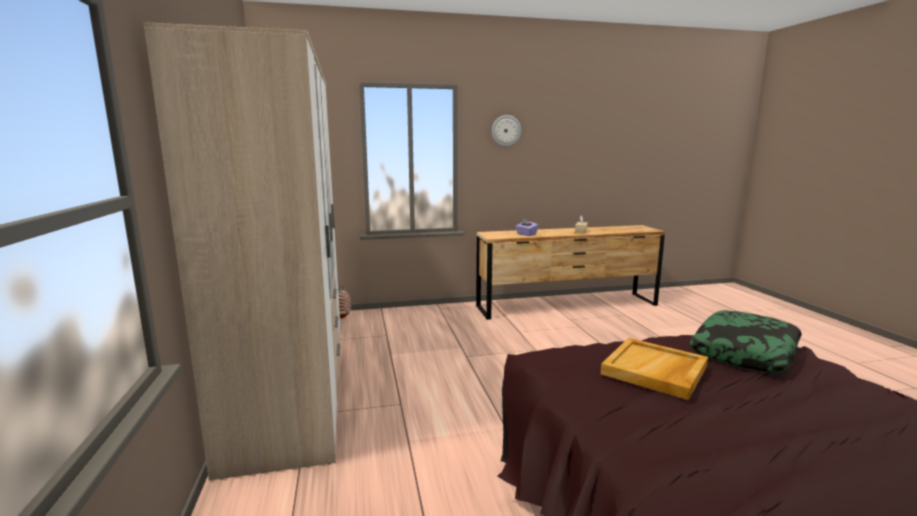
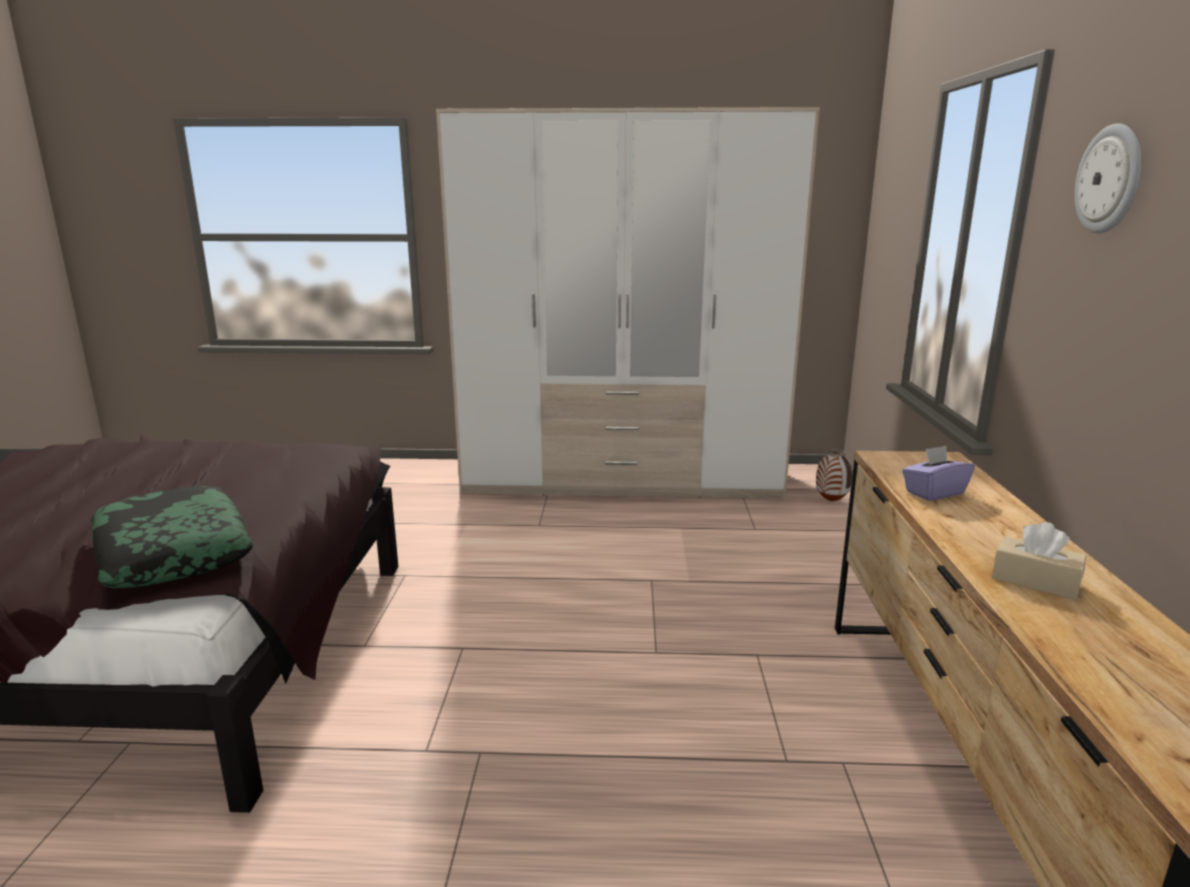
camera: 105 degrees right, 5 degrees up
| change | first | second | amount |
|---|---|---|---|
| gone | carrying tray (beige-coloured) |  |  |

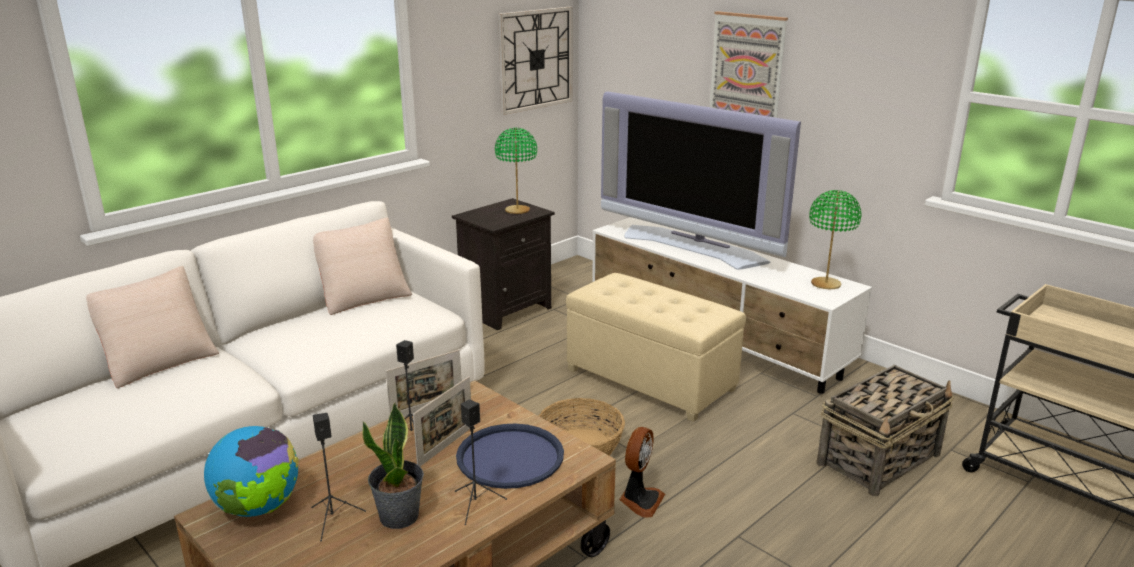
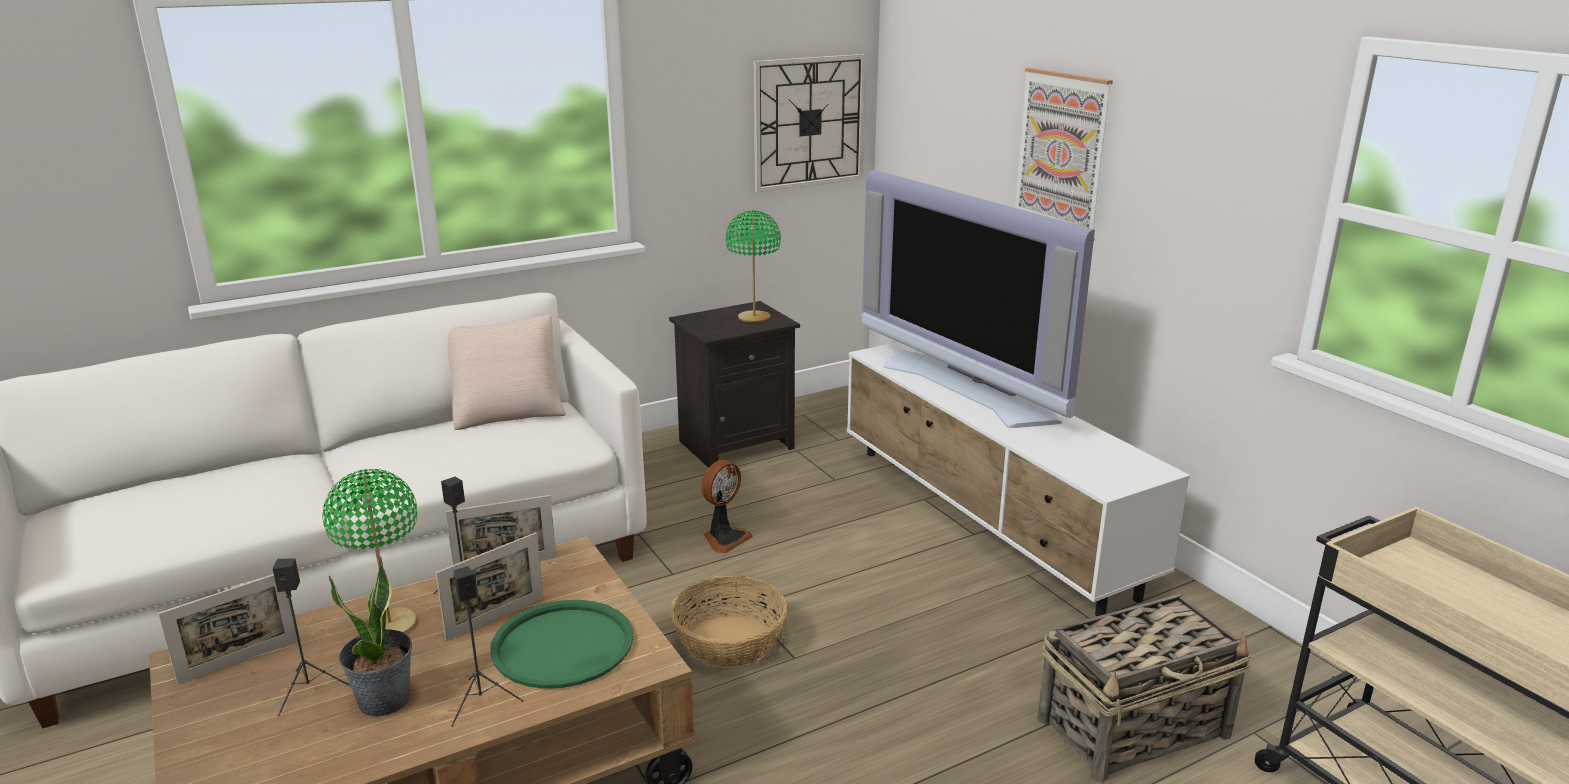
camera: 15 degrees right, 0 degrees up
| change | first | second | amount |
|---|---|---|---|
| gone | throw pillow (beige-coloured) (no. 1 from left) |  |  |
| gone | footrest (beige-coloured) |  |  |
| shifted | cooling fan |  |  |
| shifted | table lamp (green) (no. 2 from left in the first image) | table lamp (green) (no. 1 from left) |  |
| swapped | world globe | standing frame (no. 1 from left) |  |
| repainted | carrying tray (bluish) | carrying tray (green) |  |

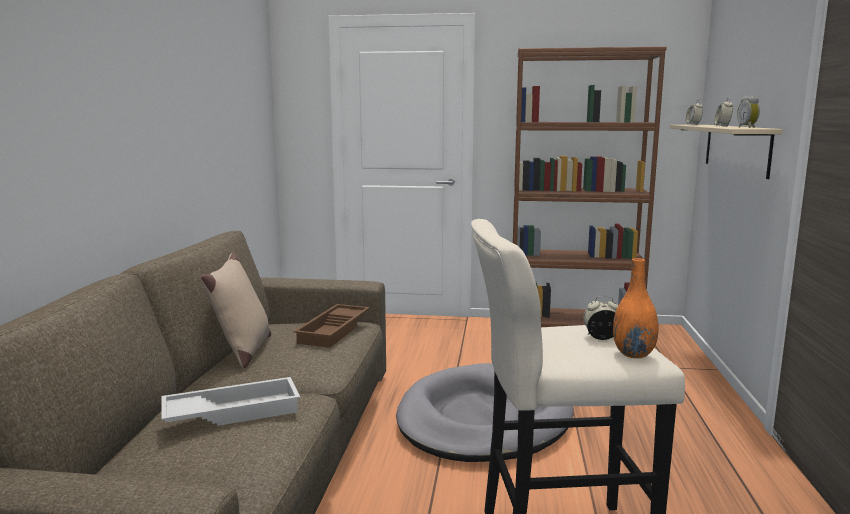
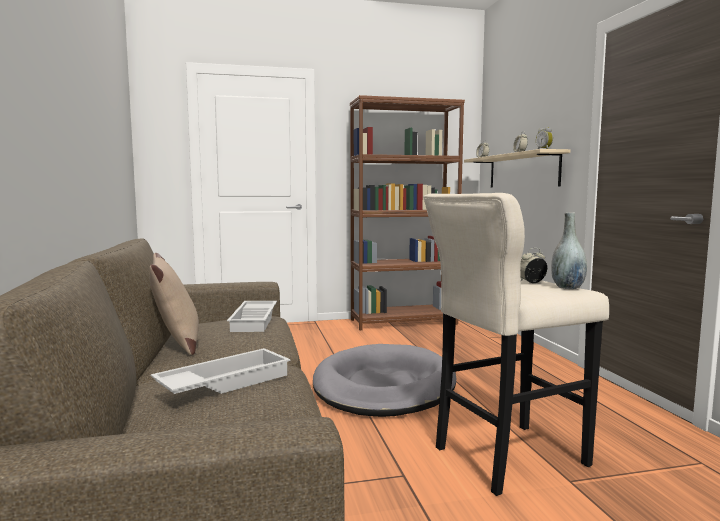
camera: 20 degrees left, 5 degrees down
| change | first | second | amount |
|---|---|---|---|
| repainted | carrying tray (brownish) | carrying tray (white) (no. 2 from left) |  |
| repainted | flower vase (orangey) | flower vase (gray) |  |

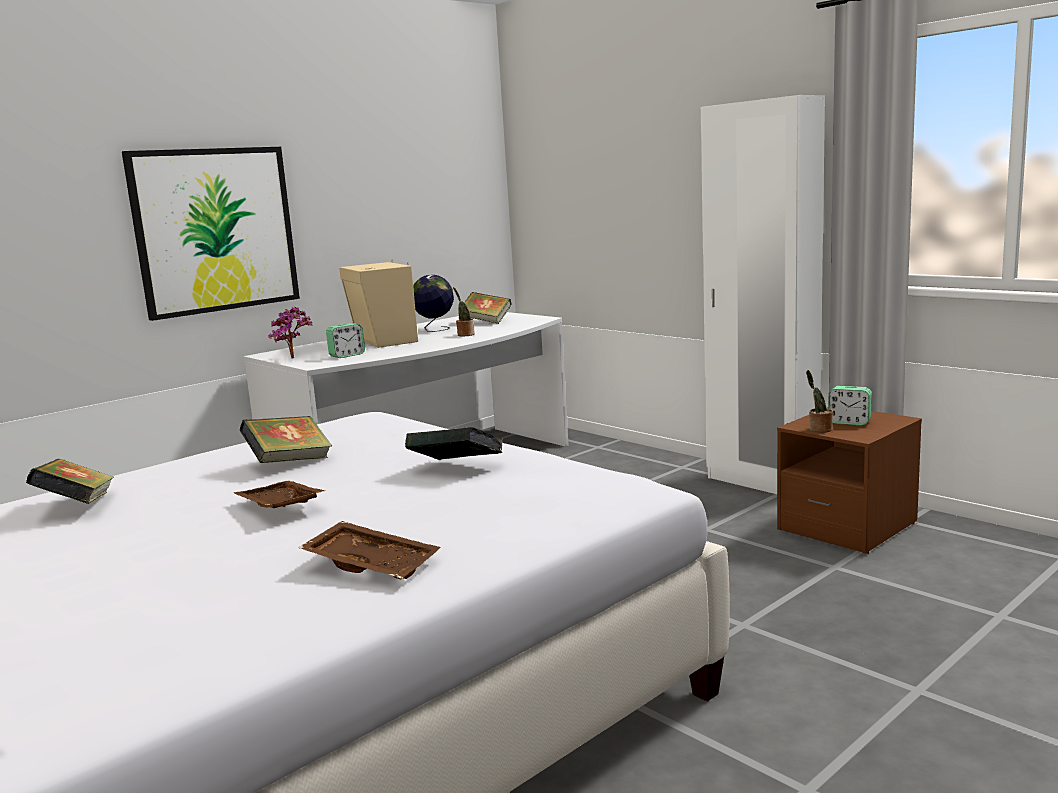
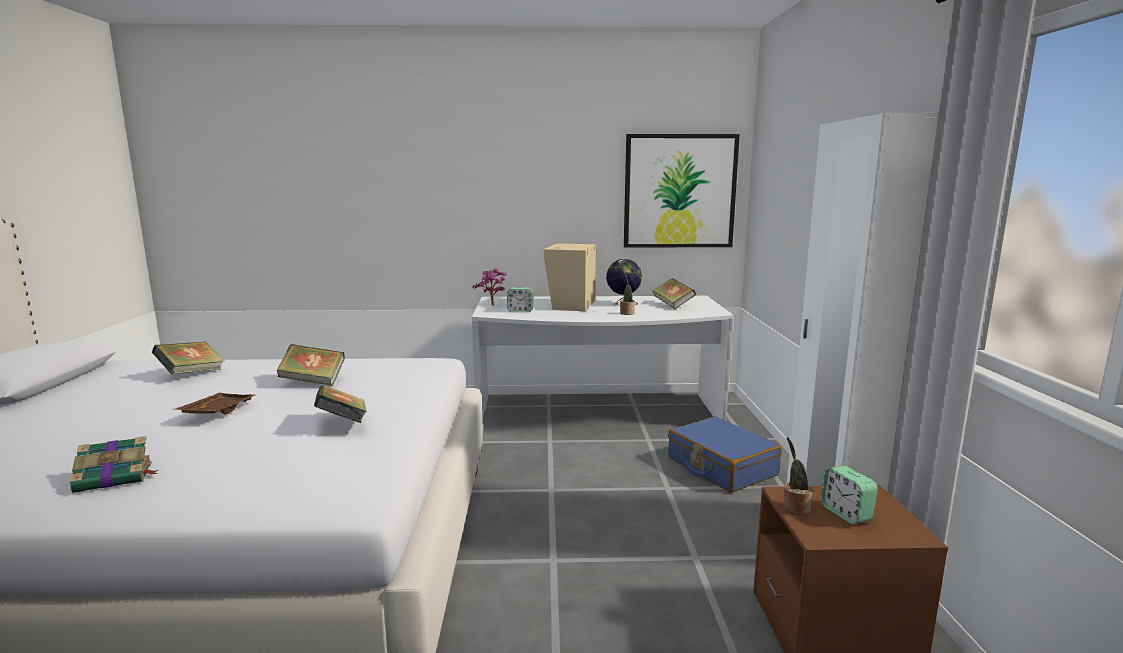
camera: 40 degrees right, 0 degrees up
| change | first | second | amount |
|---|---|---|---|
| new |  | piece of luggage (bluish) |  |
| shifted | wall art |  |  |
| swapped | carrying tray (brownish) (no. 2 from left) | bound book (no. 1 from left) |  |

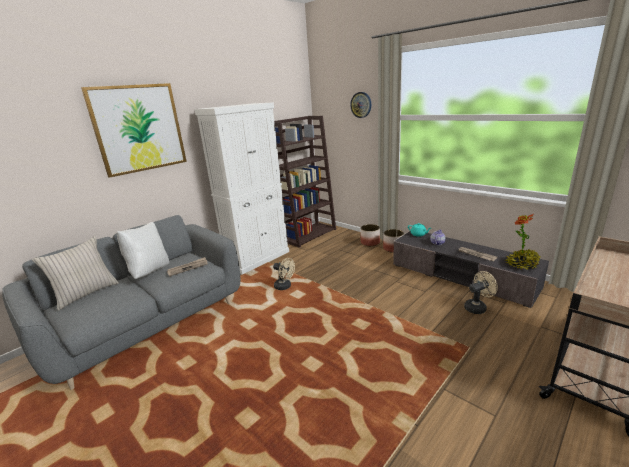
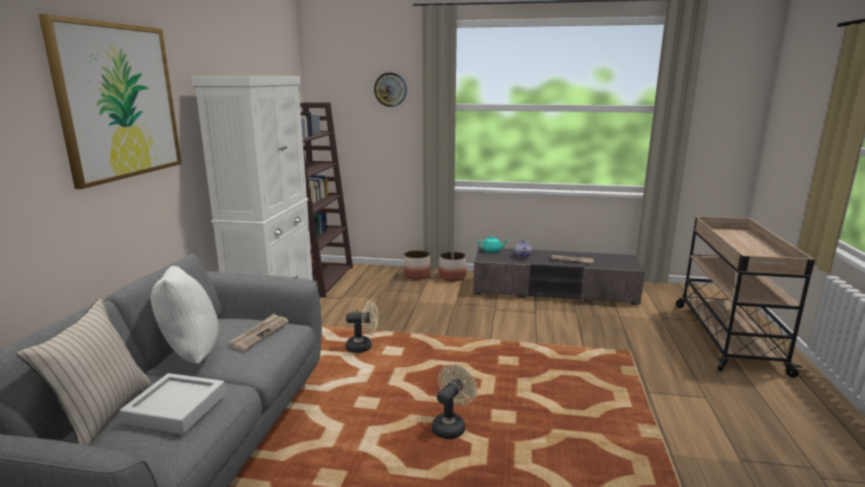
camera: 35 degrees left, 5 degrees down
| change | first | second | amount |
|---|---|---|---|
| gone | potted plant |  |  |
| new |  | carrying tray (gray) |  |
| shifted | cooling fan (beige-coloured) (no. 2 from left) |  |  |

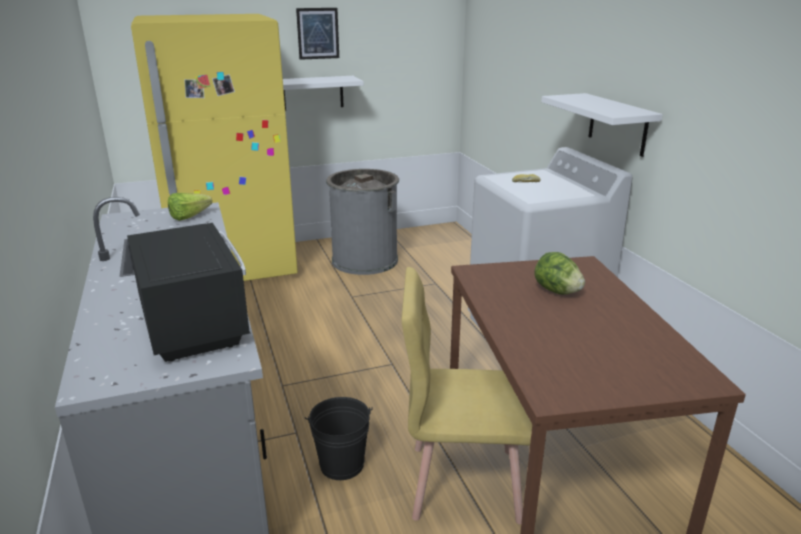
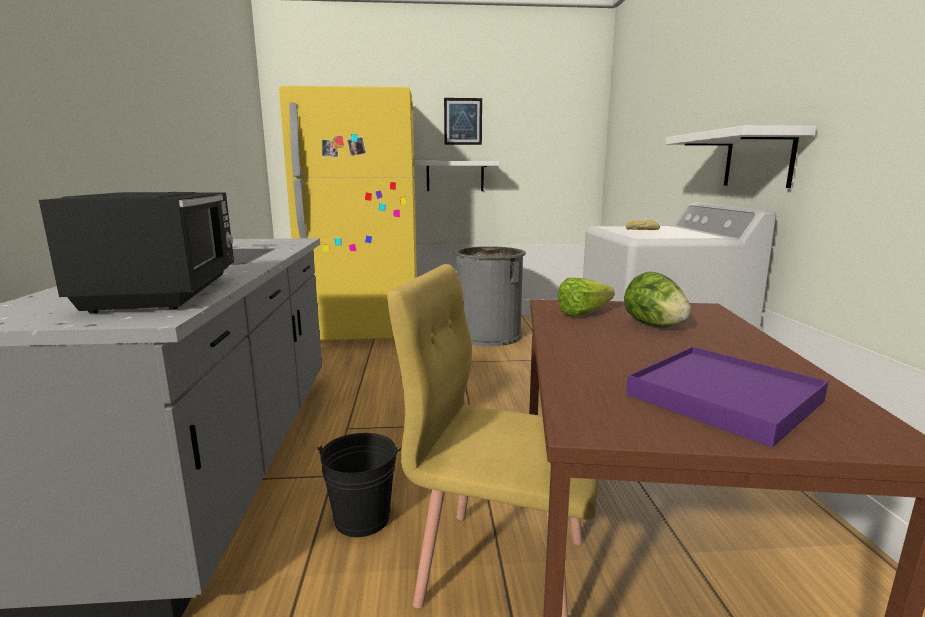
camera: 15 degrees right, 10 degrees down
| change | first | second | amount |
|---|---|---|---|
| new |  | carrying tray (purple) |  |
| shifted | lettuce (no. 1 from left) |  |  |

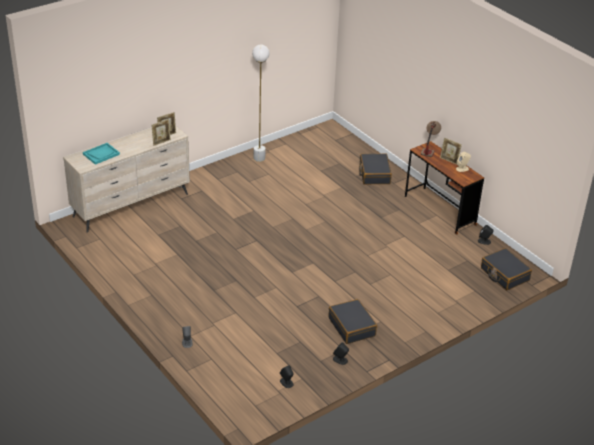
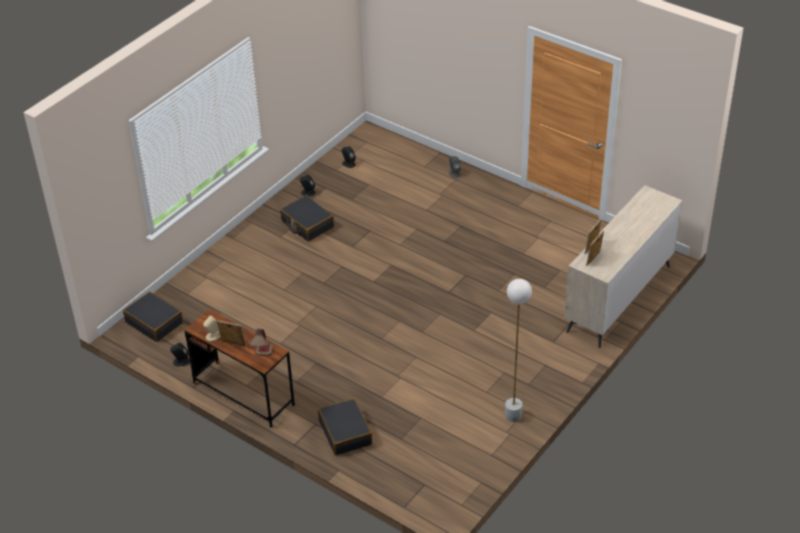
camera: 165 degrees right, 5 degrees up
| change | first | second | amount |
|---|---|---|---|
| gone | carrying tray (turquoise) |  |  |

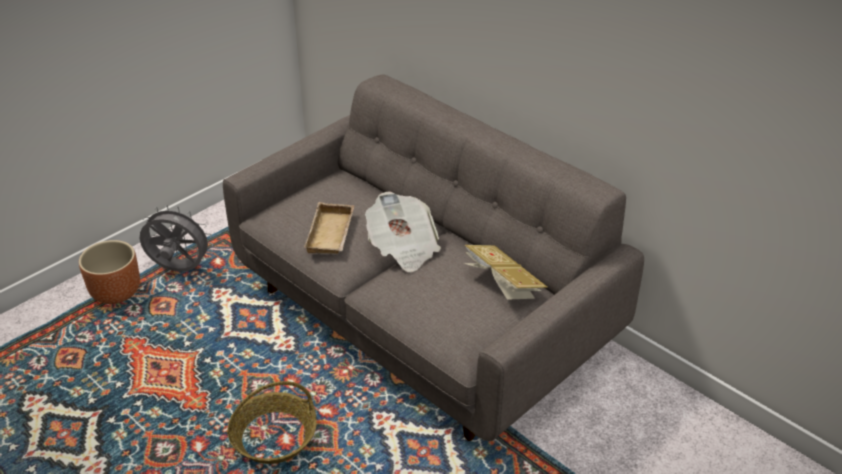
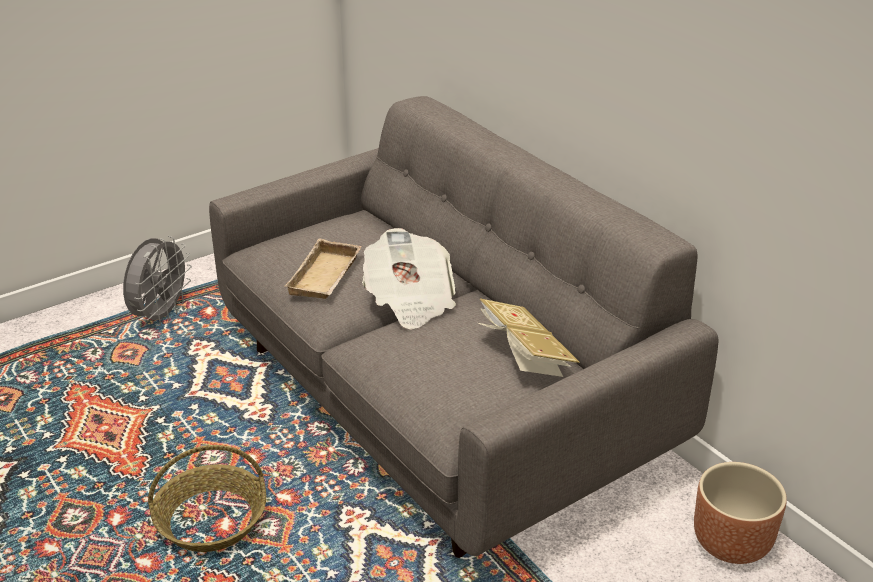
camera: 10 degrees right, 5 degrees down
| change | first | second | amount |
|---|---|---|---|
| shifted | plant pot (brownish) |  |  |
| rotated | cooling fan (gray) |  | 90 degrees clockwise |

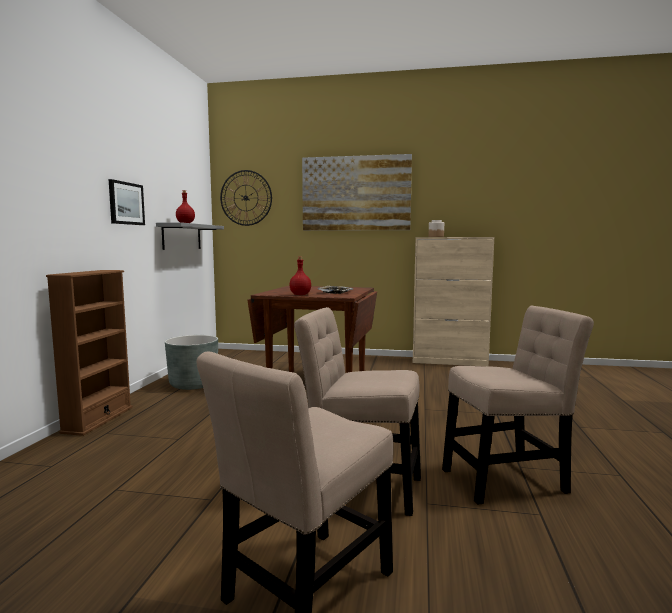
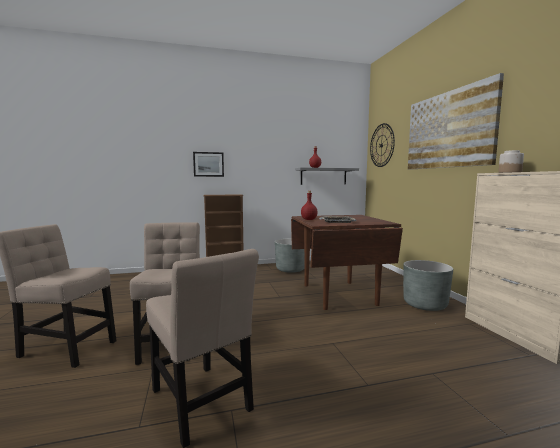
camera: 65 degrees right, 0 degrees up
| change | first | second | amount |
|---|---|---|---|
| new |  | plant pot (gray) (no. 2 from left) |  |
| shifted | wall art (no. 1 from left) |  |  |

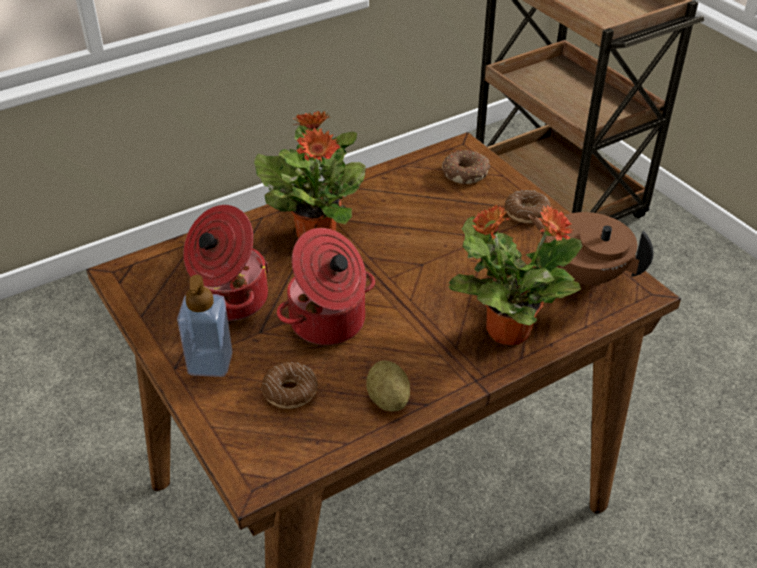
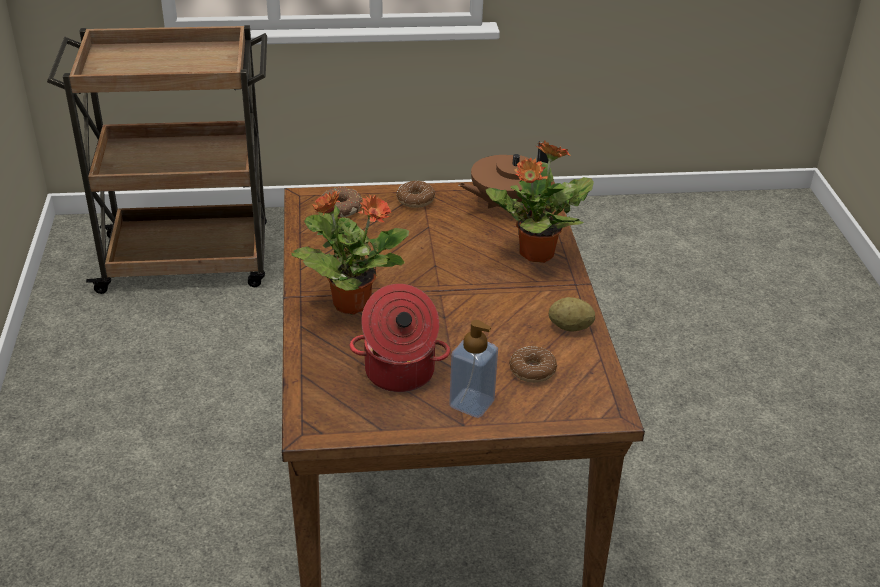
camera: 65 degrees left, 5 degrees down
| change | first | second | amount |
|---|---|---|---|
| gone | stockpot (no. 2 from left) |  |  |

